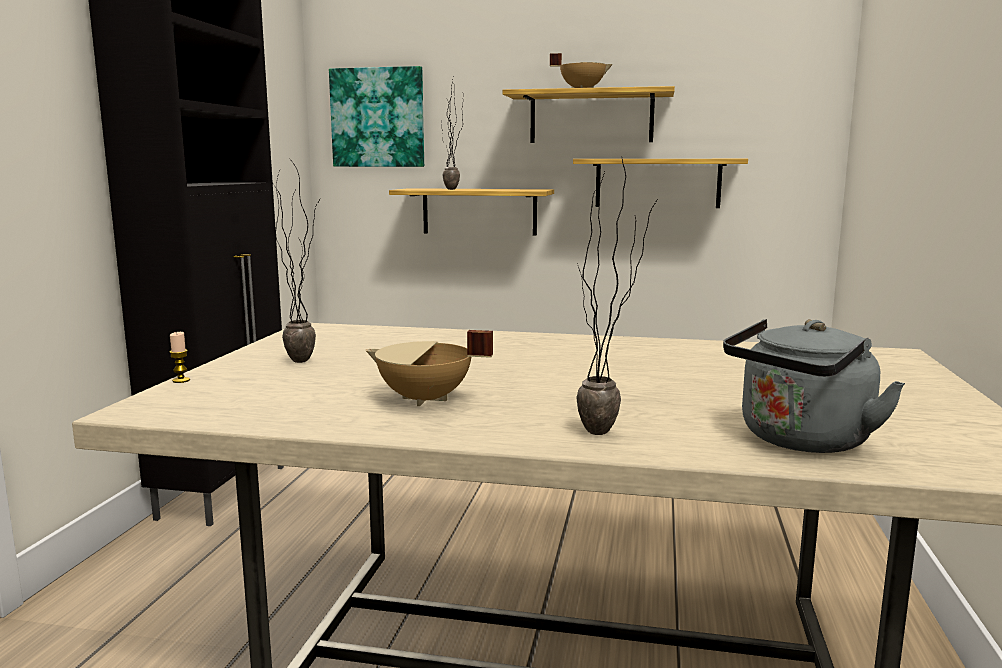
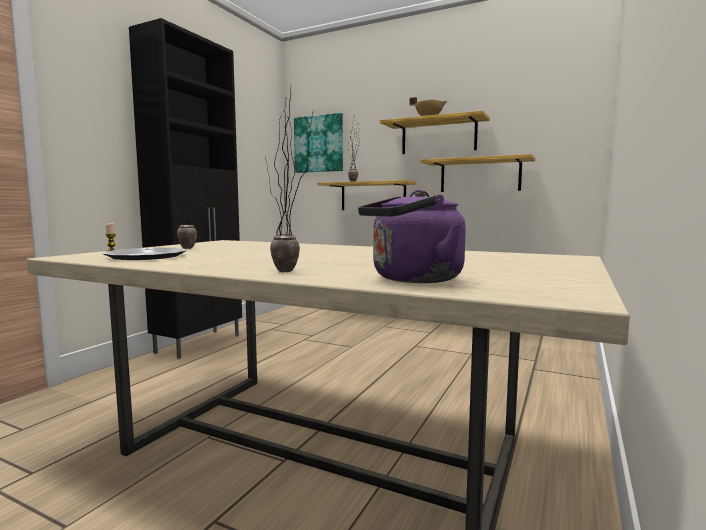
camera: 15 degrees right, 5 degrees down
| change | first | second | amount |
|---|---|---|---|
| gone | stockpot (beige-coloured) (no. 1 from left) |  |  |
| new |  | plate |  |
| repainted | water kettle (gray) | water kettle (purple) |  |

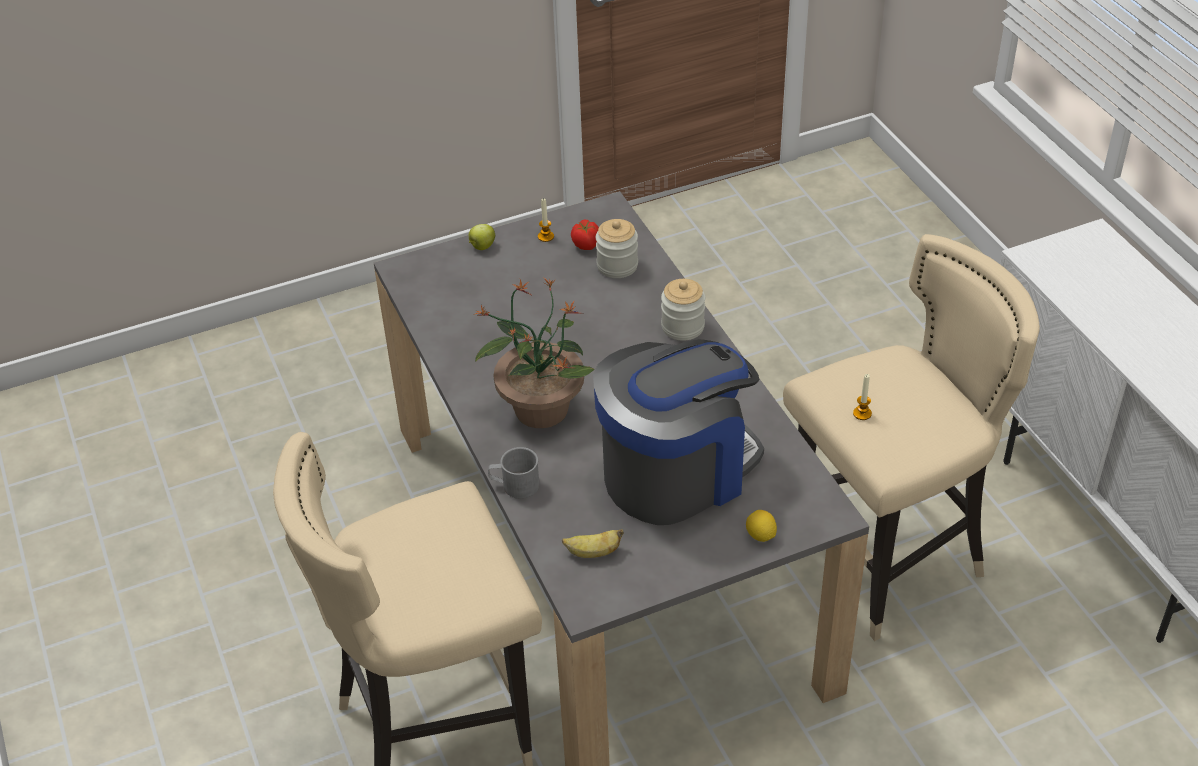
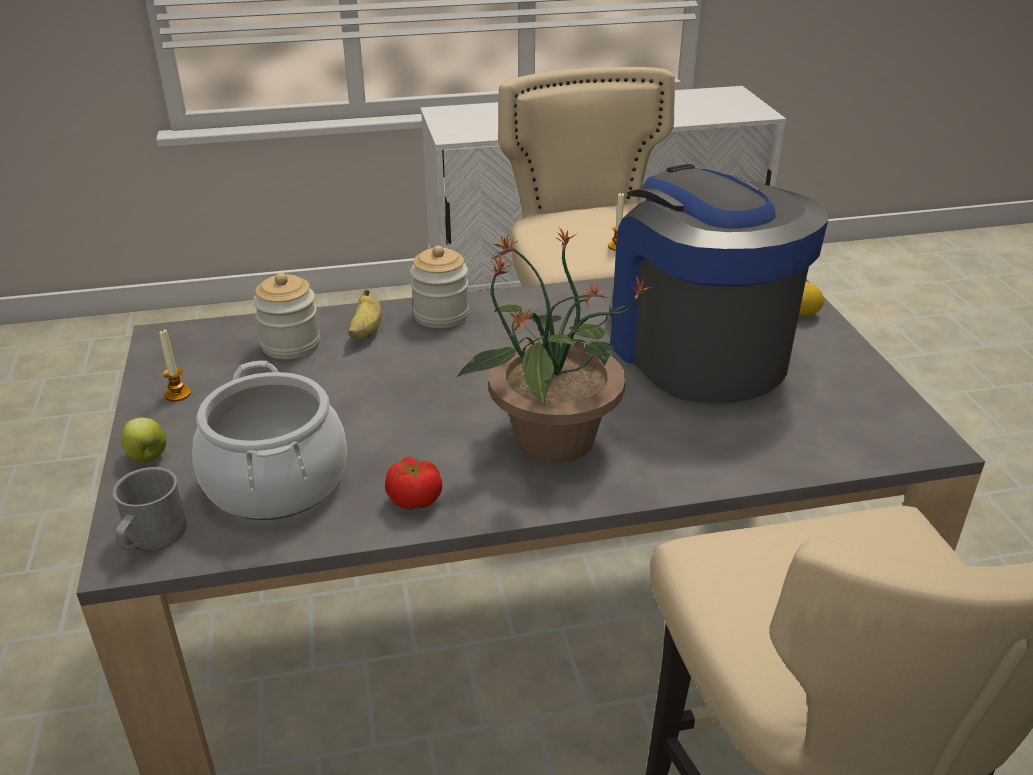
camera: 80 degrees left, 10 degrees down
| change | first | second | amount |
|---|---|---|---|
| new |  | stockpot |  |
| shifted | mug (gray) |  |  |
| shifted | banana |  |  |
| shifted | whole tomato |  |  |

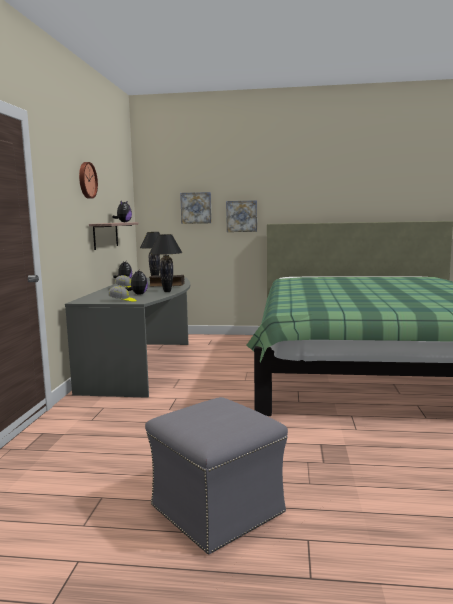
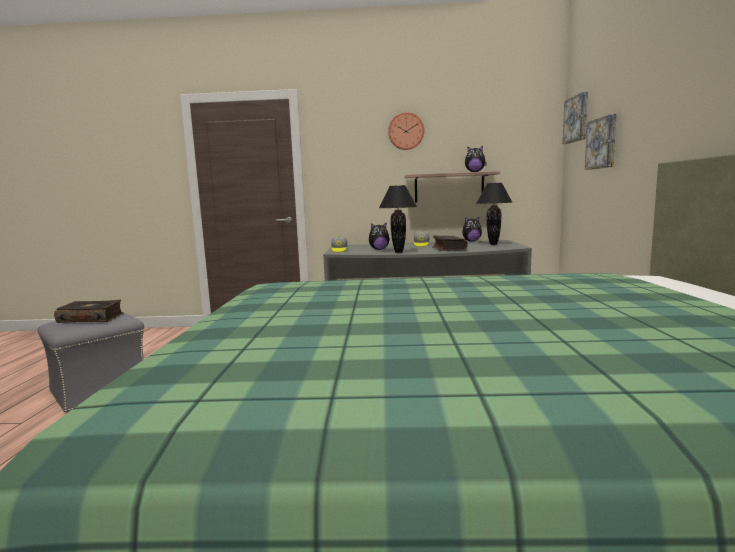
camera: 85 degrees right, 0 degrees up
| change | first | second | amount |
|---|---|---|---|
| new |  | bound book (no. 1 from left) |  |
| shifted | wall art (no. 2 from left in the first image) | wall art (no. 1 from left) |  |

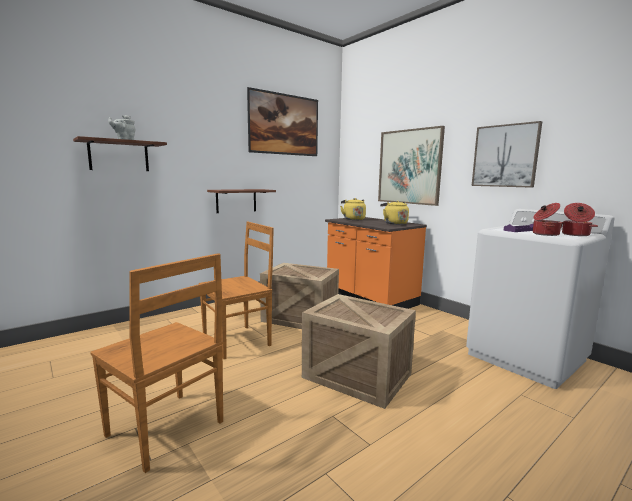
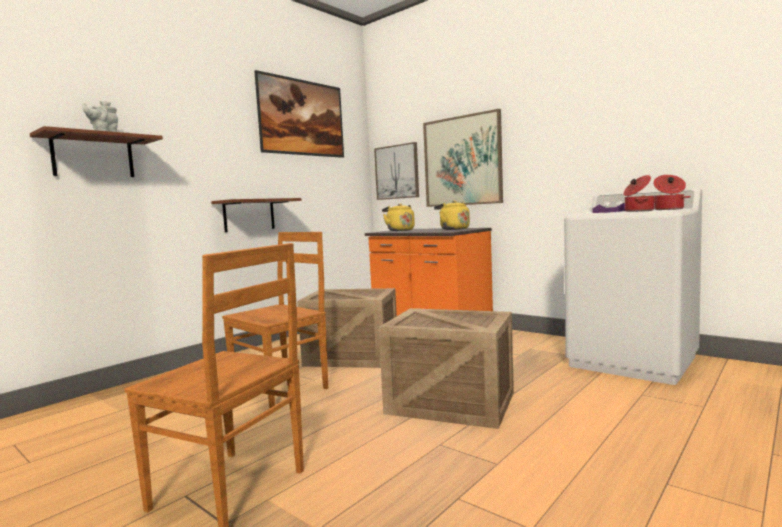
camera: 10 degrees left, 5 degrees down
| change | first | second | amount |
|---|---|---|---|
| shifted | wall art (no. 3 from left in the first image) | wall art (no. 2 from left) |  |

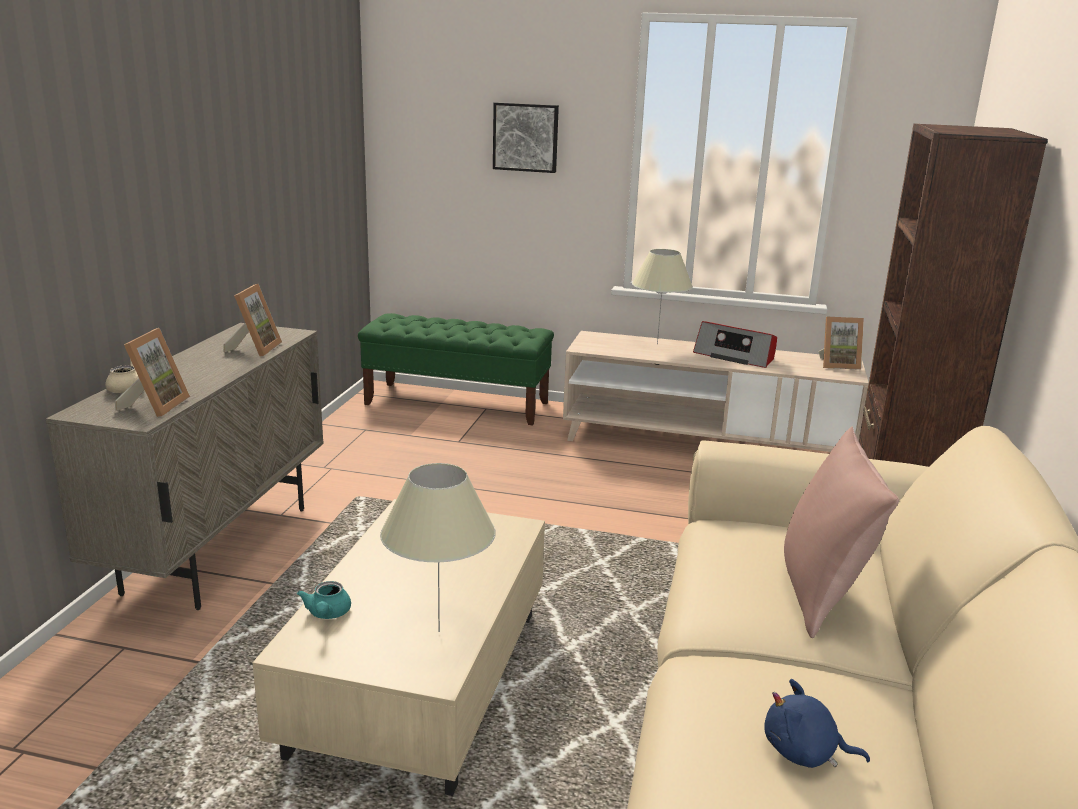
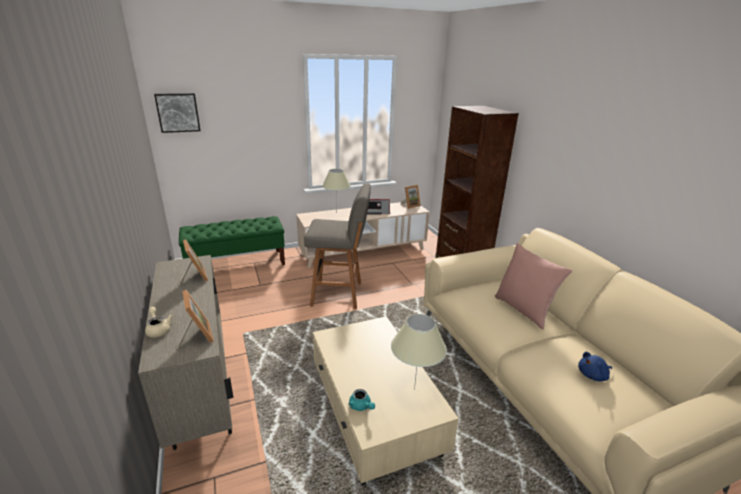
camera: 35 degrees left, 5 degrees up
| change | first | second | amount |
|---|---|---|---|
| new |  | stool (gray) |  |
| shifted | wall art |  |  |

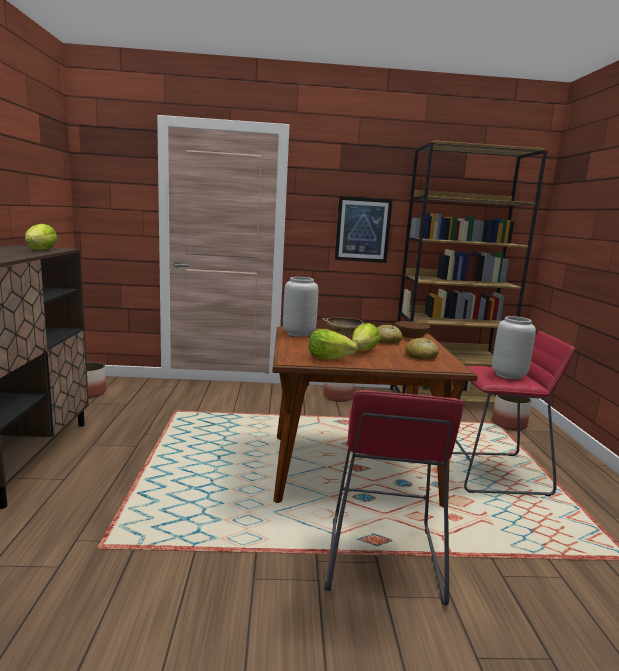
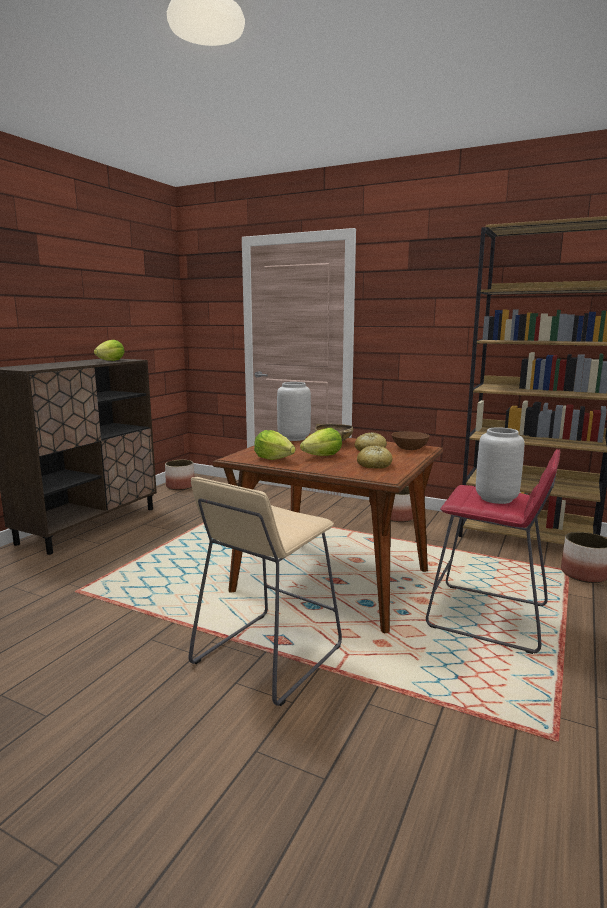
camera: 30 degrees right, 0 degrees up
| change | first | second | amount |
|---|---|---|---|
| gone | wall art |  |  |
| repainted | stool (red) (no. 1 from left) | stool (beige-coloured) |  |

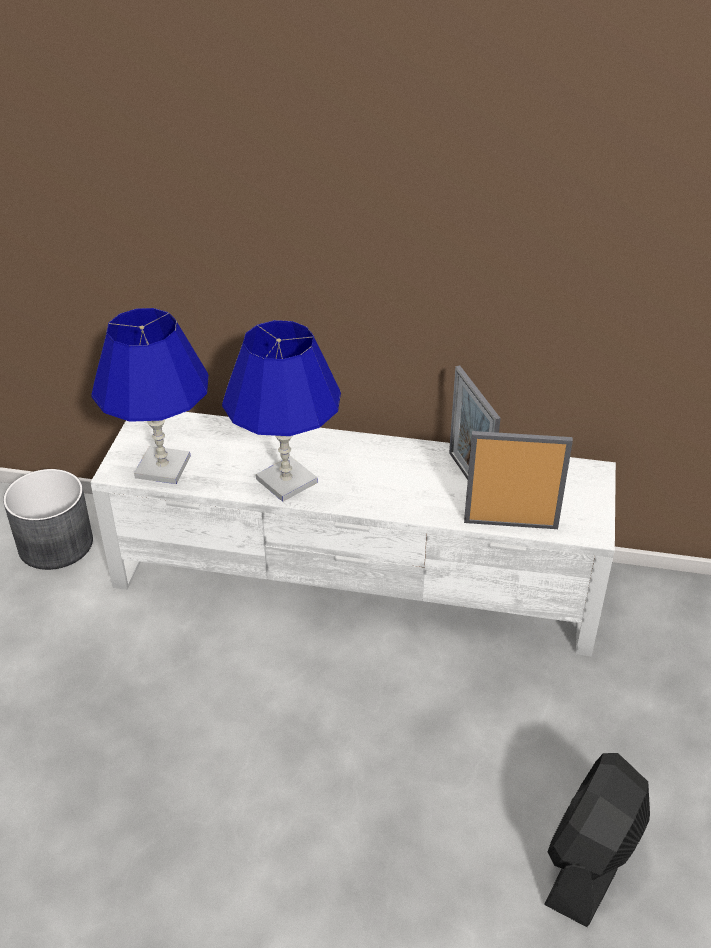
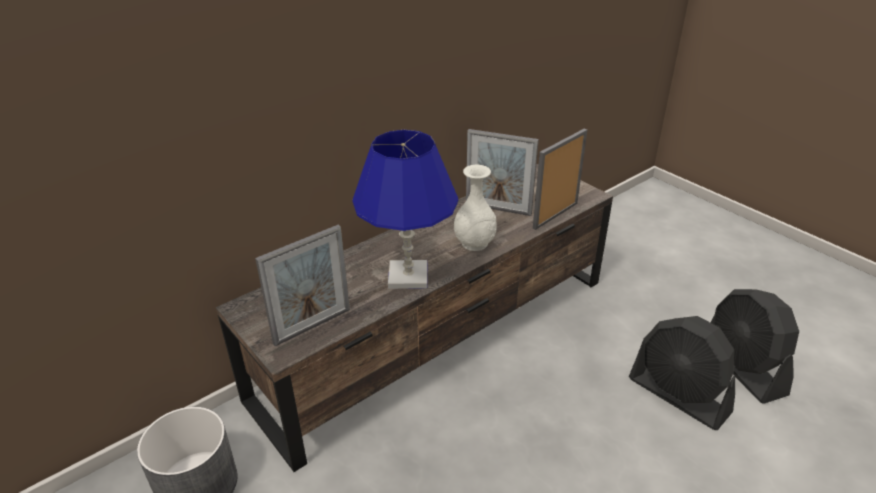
camera: 50 degrees left, 5 degrees down
| change | first | second | amount |
|---|---|---|---|
| new |  | flower vase (white) |  |
| new |  | cooling fan (black-coloured) (no. 1 from left) |  |
| swapped | table lamp (bluish) (no. 1 from left) | standing frame (no. 1 from left) |  |
| repainted | tv unit (white) | tv unit (brownish) |  |

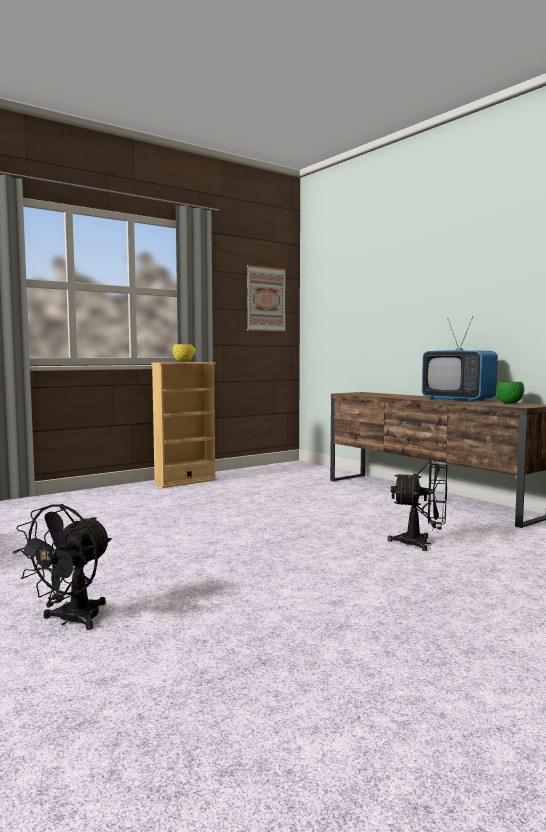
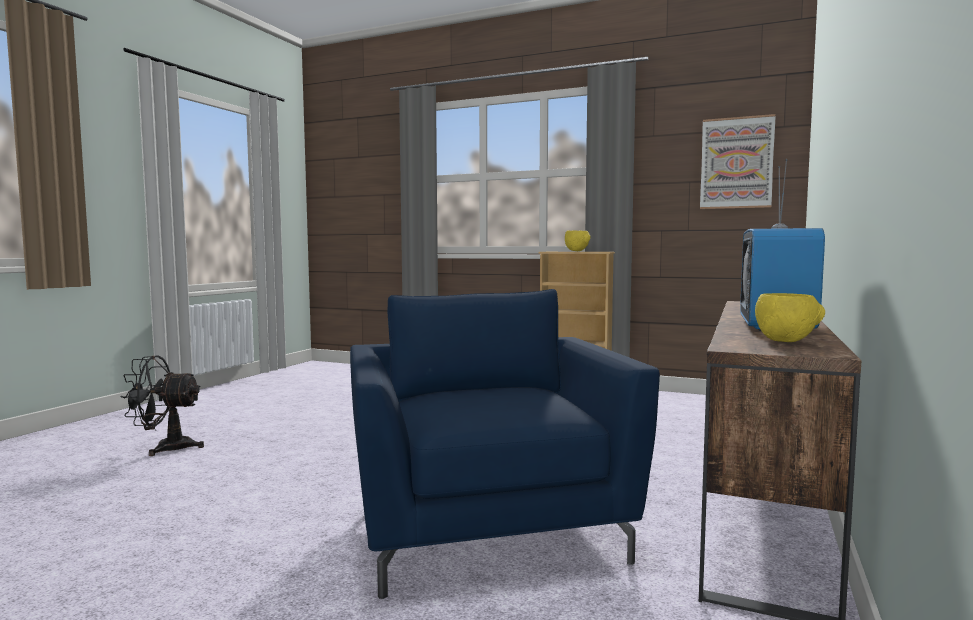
camera: 60 degrees right, 0 degrees up
| change | first | second | amount |
|---|---|---|---|
| swapped | cooling fan (black-coloured) (no. 2 from left) | armchair (bluish) |  |
| repainted | bowl (green) | bowl (yellow) (no. 2 from left) |  |

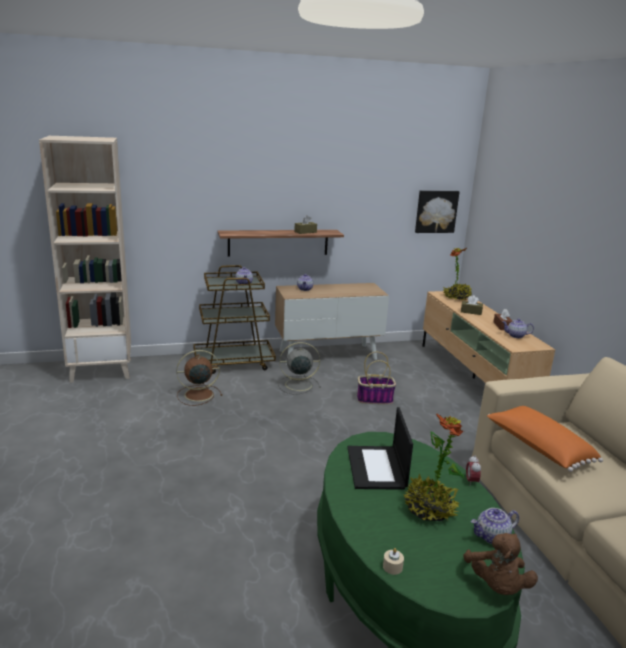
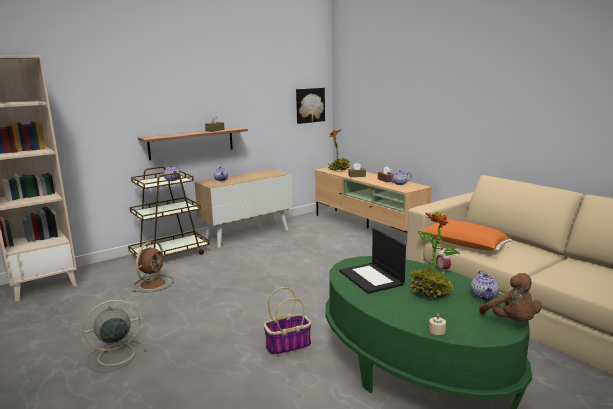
camera: 20 degrees left, 5 degrees down
| change | first | second | amount |
|---|---|---|---|
| shifted | cooling fan (gray) |  |  |
| shifted | household basket |  |  |
| rotated | cooling fan (brownish) |  | 150 degrees clockwise |
| rotated | tea pot (no. 3 from left in the first image) | tea pot (no. 4 from left) | 45 degrees counterclockwise |

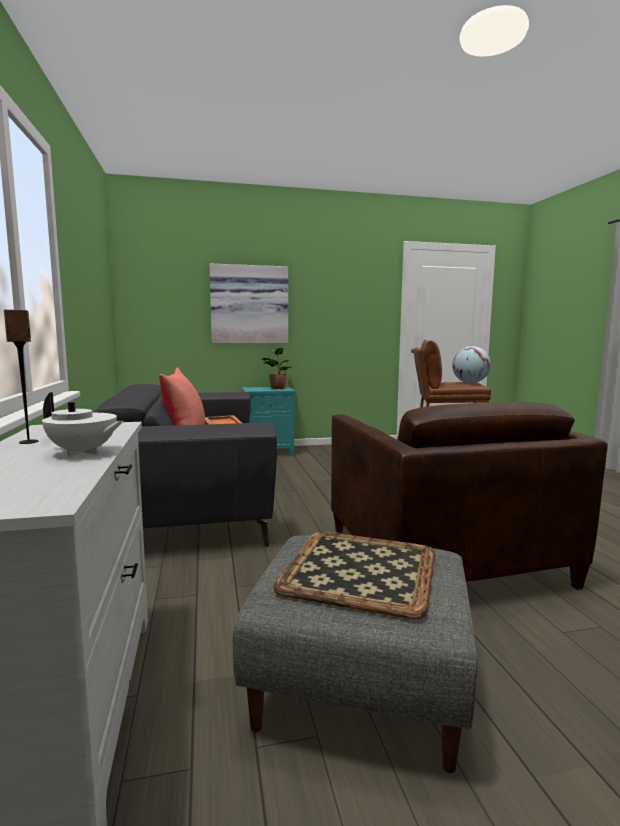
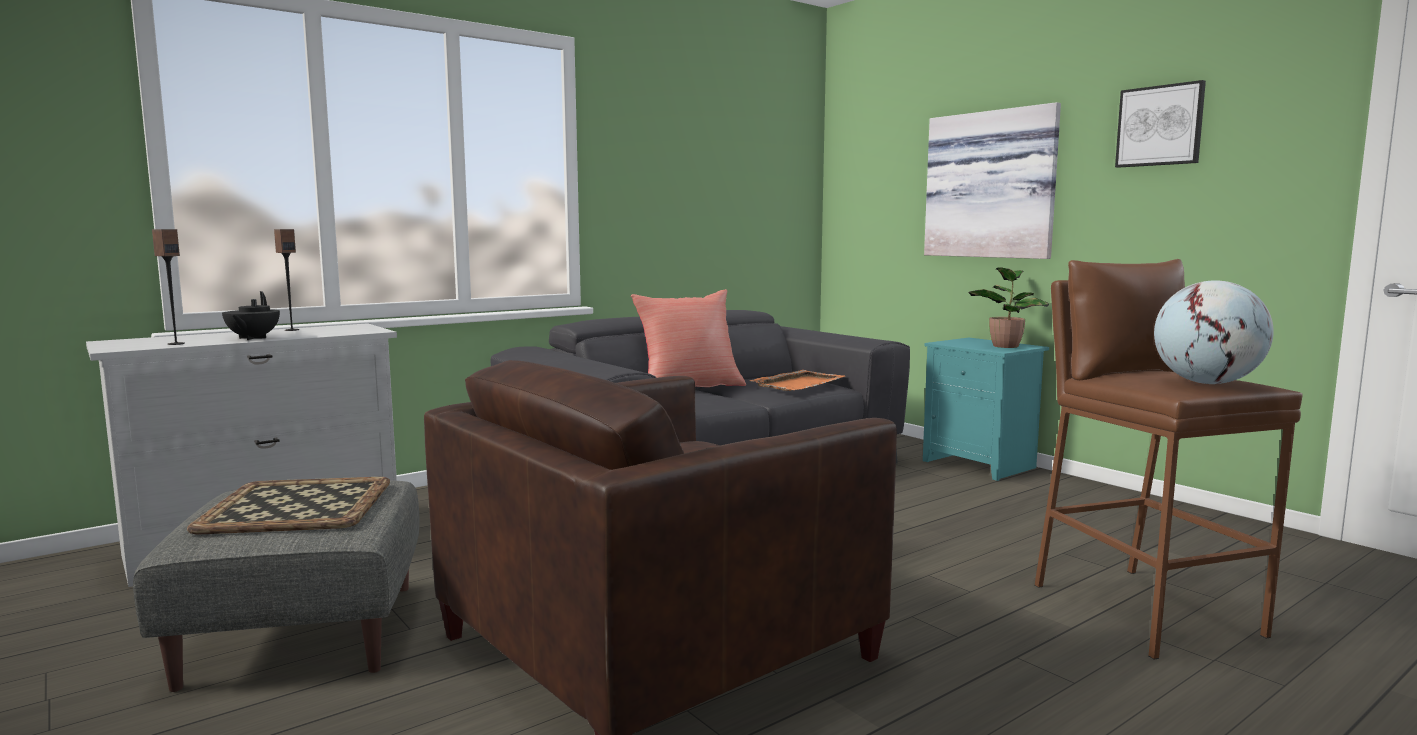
camera: 65 degrees right, 0 degrees up
| change | first | second | amount |
|---|---|---|---|
| new |  | audio speaker (no. 1 from left) |  |
| new |  | wall art (no. 2 from left) |  |
| repainted | tea pot (white) | tea pot (black-coloured) |  |

